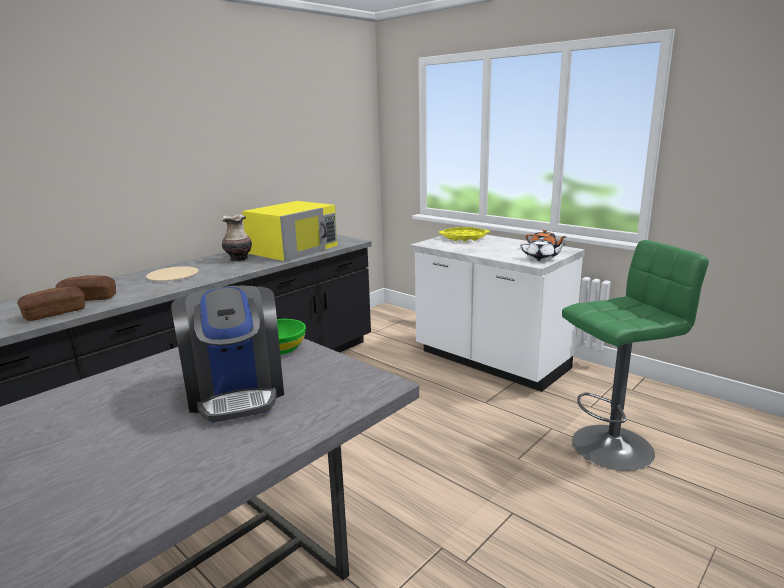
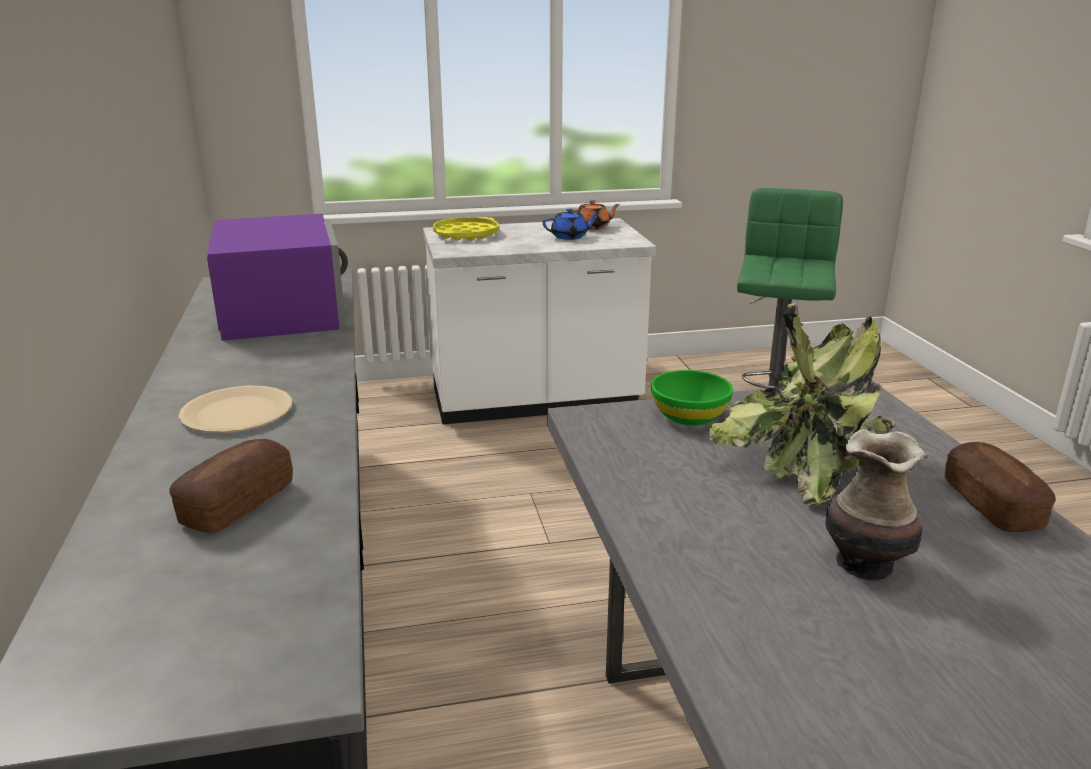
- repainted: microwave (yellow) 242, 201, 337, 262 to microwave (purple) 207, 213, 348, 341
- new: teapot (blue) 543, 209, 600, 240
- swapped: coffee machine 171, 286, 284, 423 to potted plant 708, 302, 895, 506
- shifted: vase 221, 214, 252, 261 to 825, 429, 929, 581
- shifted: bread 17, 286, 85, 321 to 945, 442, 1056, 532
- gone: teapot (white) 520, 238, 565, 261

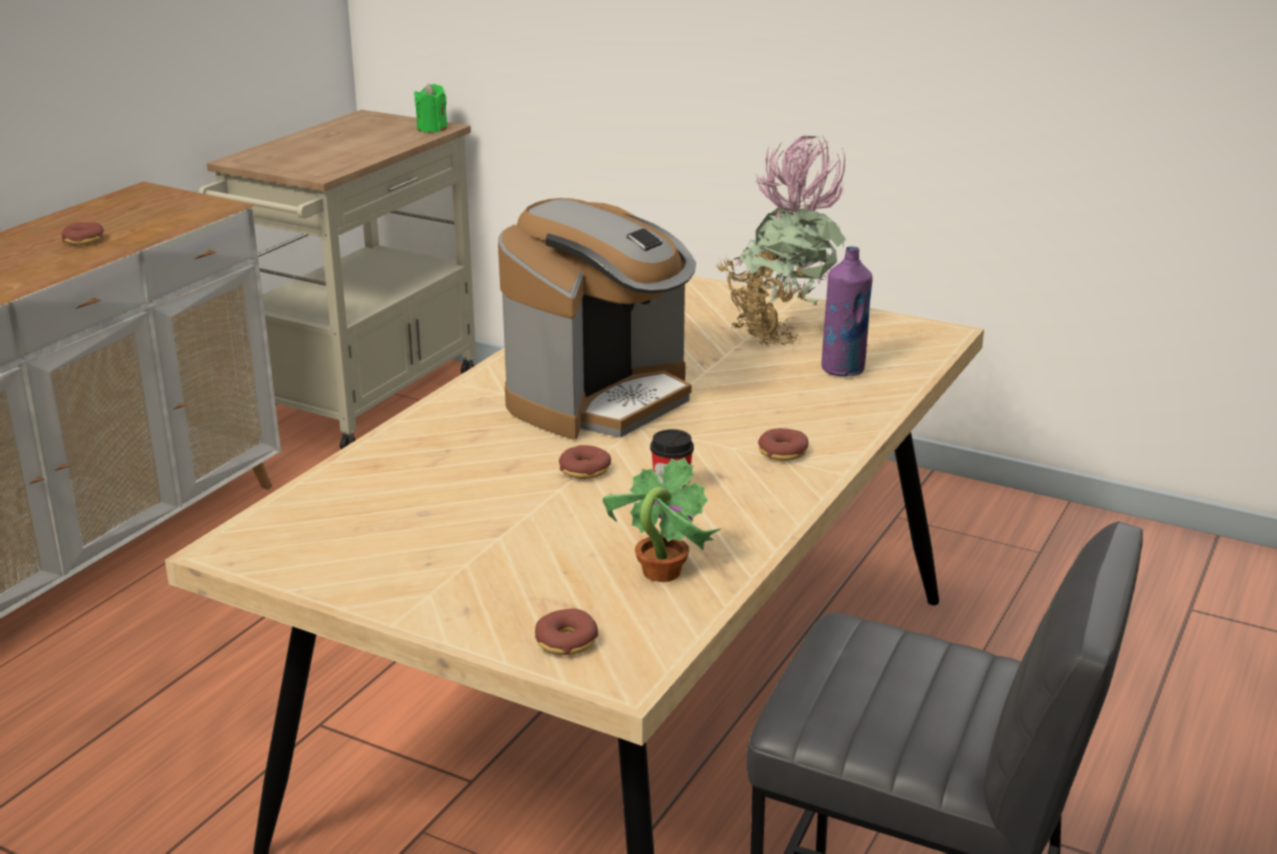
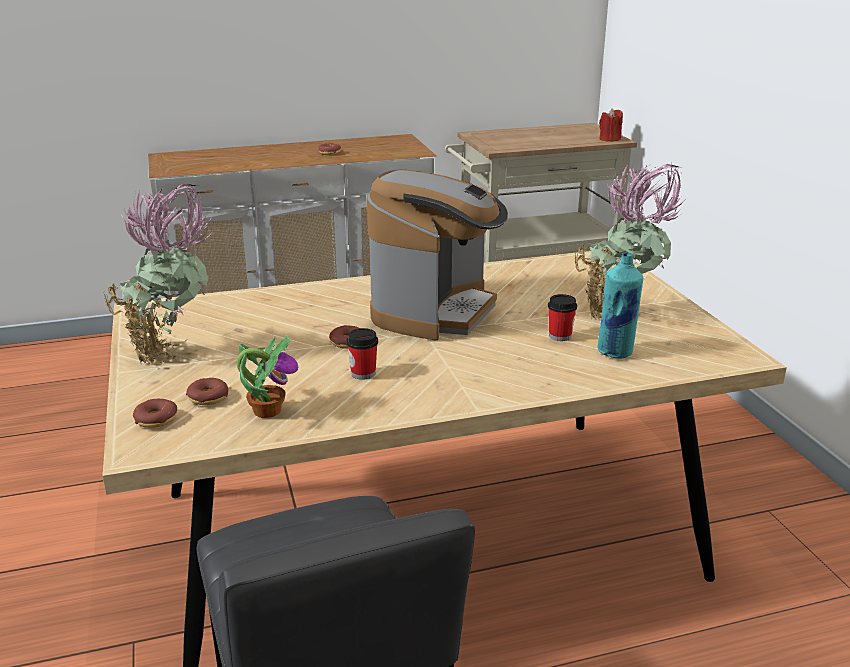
- new: potted plant 104, 184, 211, 365
- shifted: donut 758, 428, 809, 461 to 186, 378, 228, 405
- rotated: coffee machine 498, 198, 696, 439 = 367, 170, 508, 340 60 degrees counterclockwise
- new: cup 548, 294, 577, 341
- repainted: bottle (purple) 821, 246, 873, 376 to bottle (turquoise) 598, 252, 643, 358
- repainted: candle (green) 414, 84, 448, 132 to candle (red) 599, 108, 623, 142

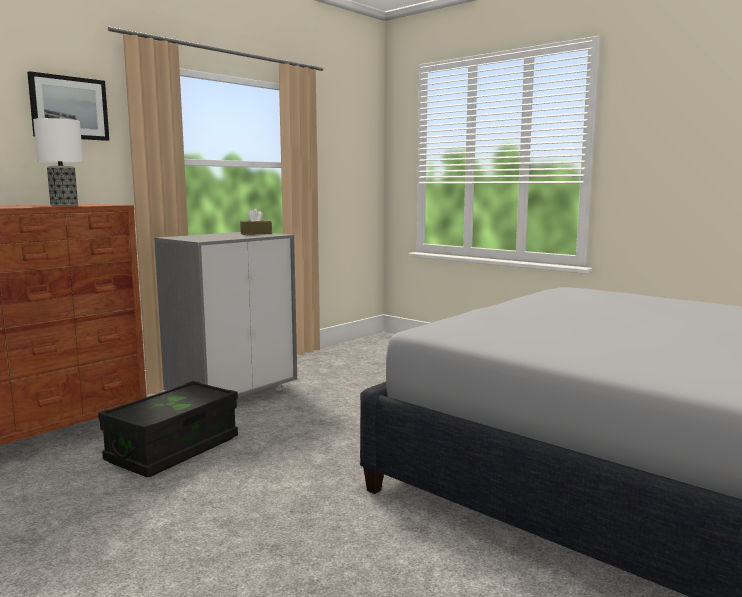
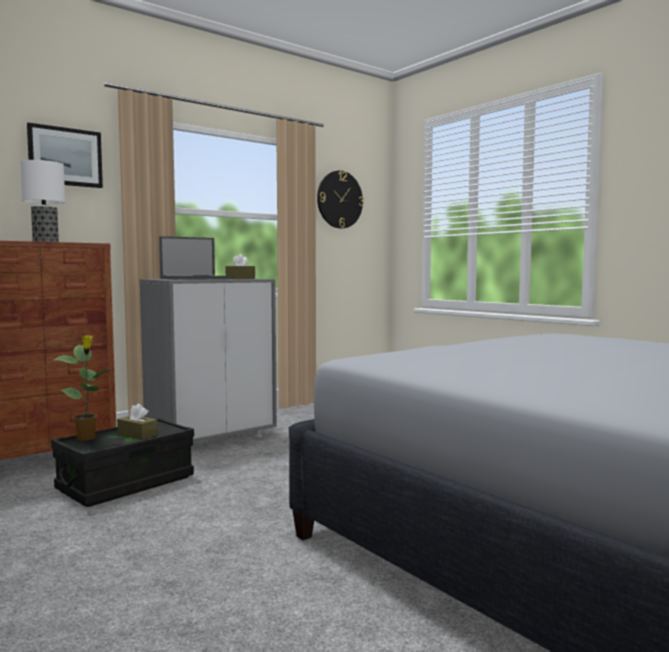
- new: potted plant 53, 335, 114, 441
- new: tissue box (brown) 117, 403, 158, 440
- new: laptop 159, 236, 230, 280
- new: wall clock 317, 171, 364, 228

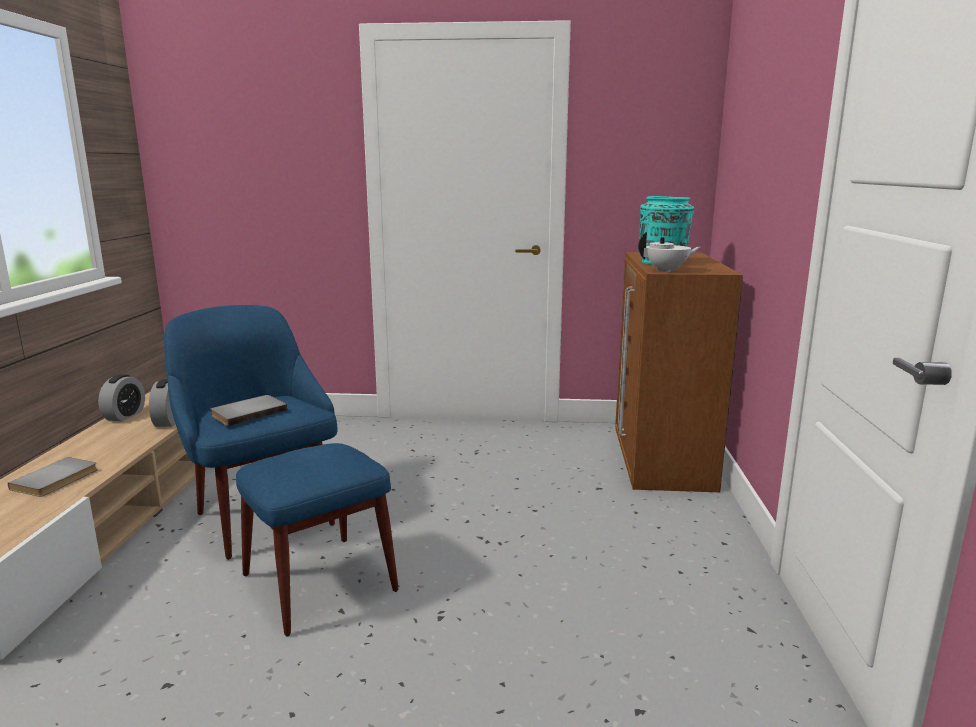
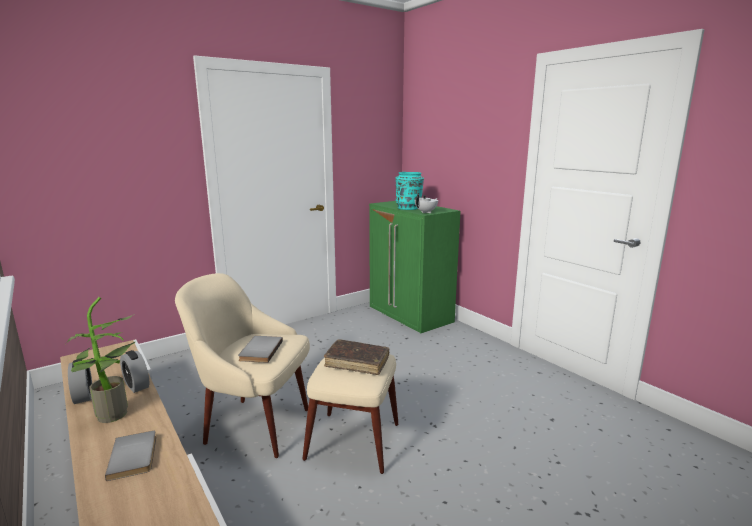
- new: potted plant 66, 297, 135, 423
- repainted: armchair (blue) 164, 305, 398, 636 to armchair (beige) 175, 273, 398, 474
- new: book (brown) 324, 339, 390, 375
- repainted: cabinet (brown) 615, 252, 743, 492 to cabinet (green) 369, 201, 461, 333

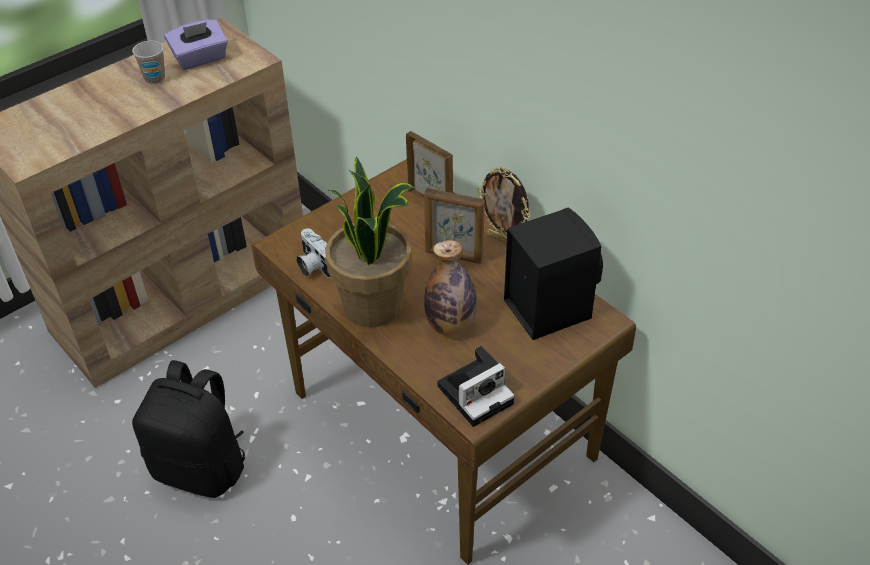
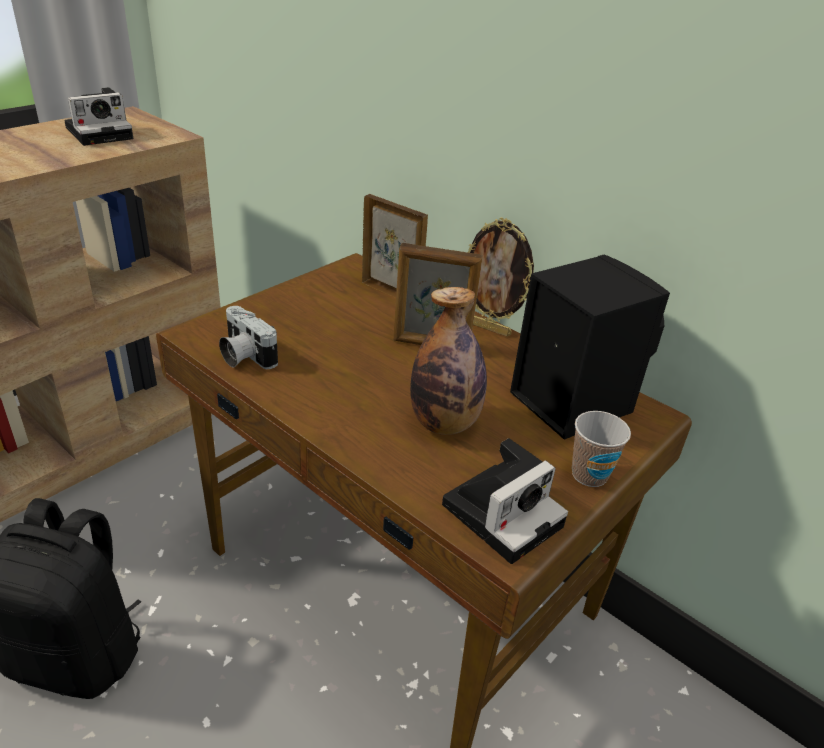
- swapped: tissue box (purple) 164, 19, 228, 70 to photo camera 64, 87, 133, 146
- shifted: cup 132, 41, 165, 84 to 572, 411, 631, 487
- gone: potted plant 325, 156, 416, 327

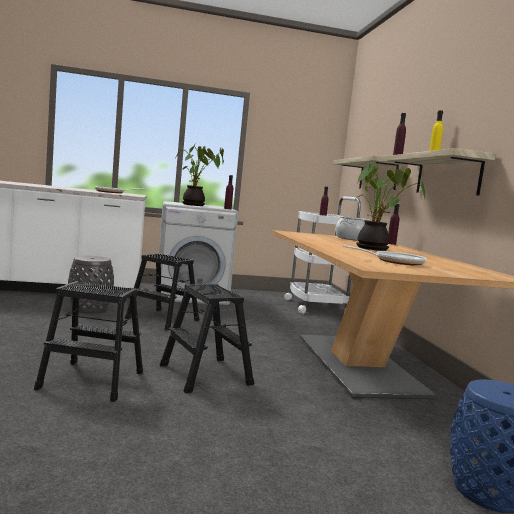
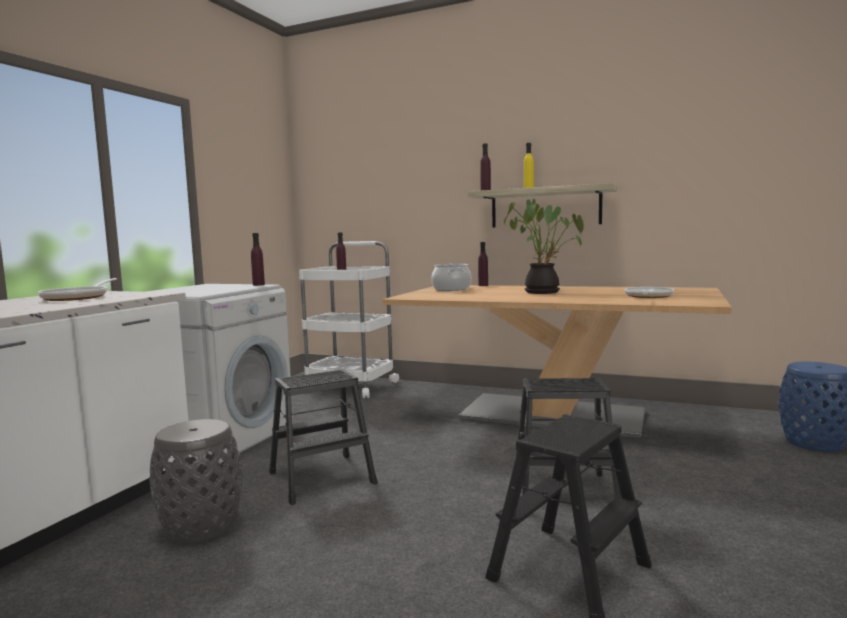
- gone: potted plant 176, 144, 224, 206
- gone: shelf 333, 156, 402, 190

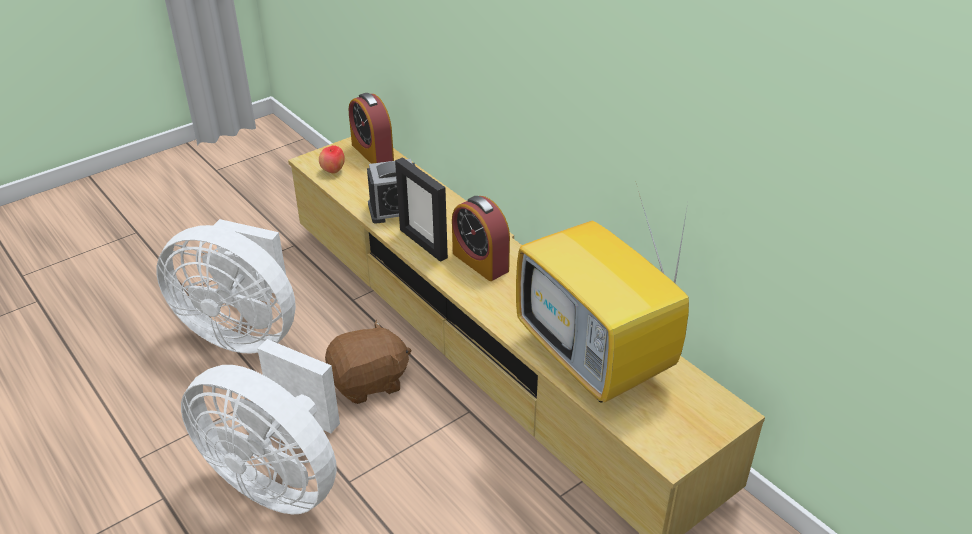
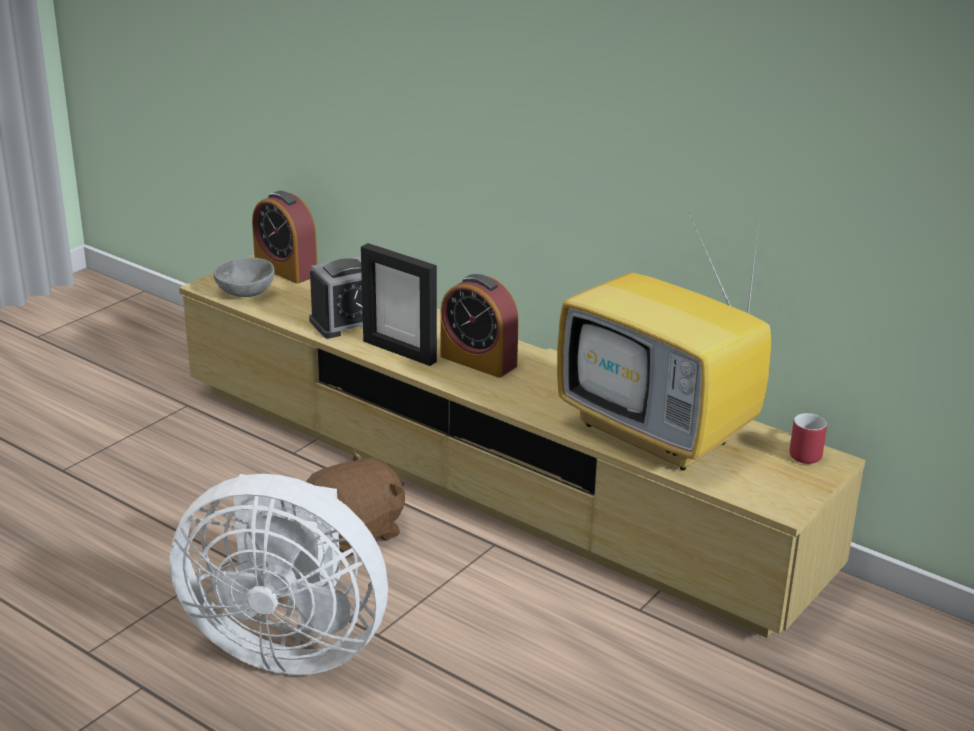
- swapped: apple 319, 145, 345, 174 to bowl (grey) 214, 257, 275, 297
- new: mug (red) 790, 413, 827, 464
- gone: fan (white) 156, 219, 296, 354

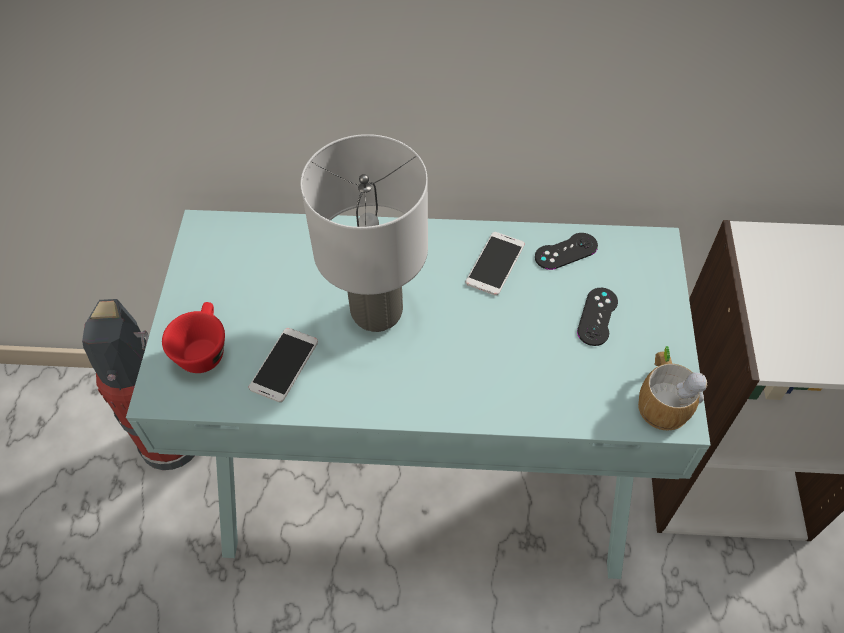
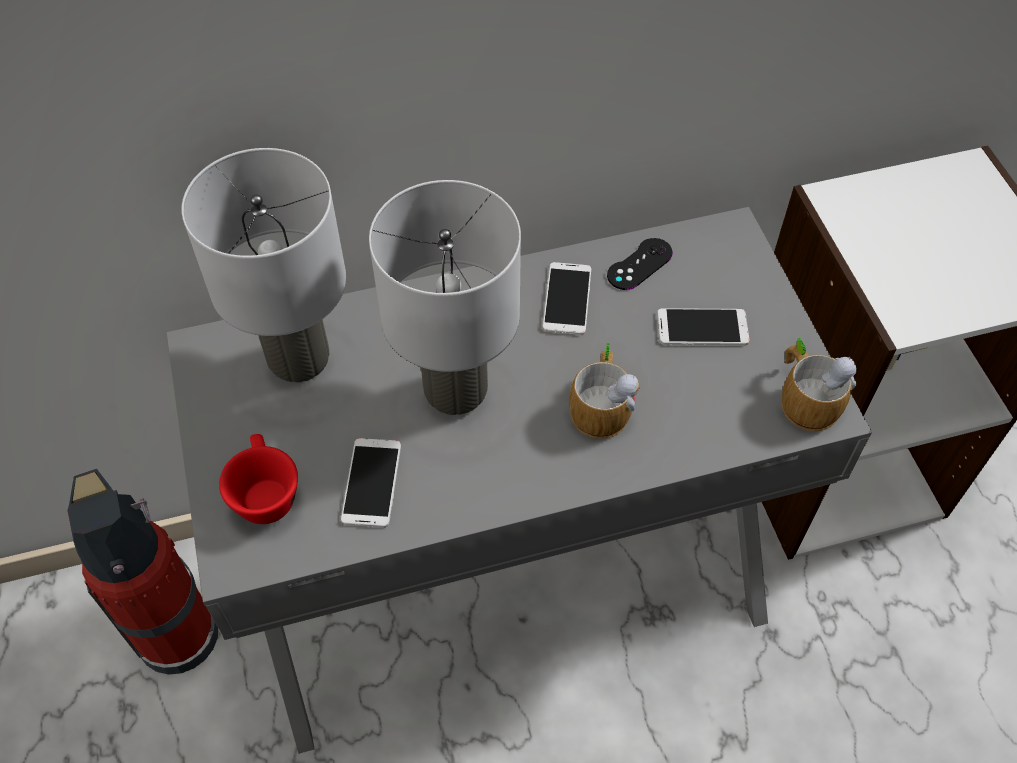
- repainted: desk (turquoise) 126, 210, 710, 579 to desk (grey) 166, 207, 872, 754
- new: table lamp (white) 181, 148, 346, 382
- new: mug 569, 343, 640, 439
- swapped: game controller (black) 577, 288, 618, 346 to phone 657, 308, 750, 345

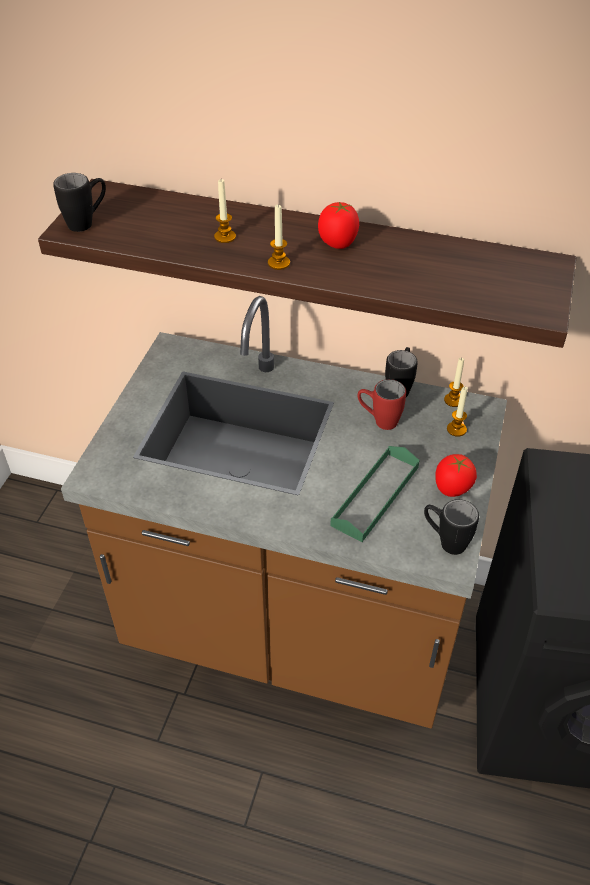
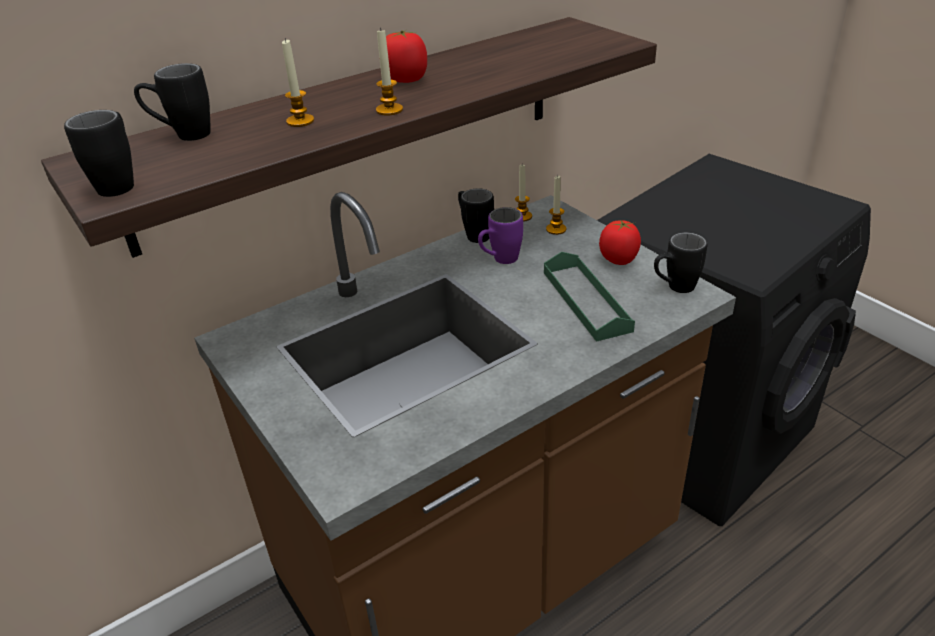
- new: mug (black) 134, 63, 210, 141
- repainted: mug (red) 358, 379, 406, 430 to mug (purple) 478, 207, 523, 264

